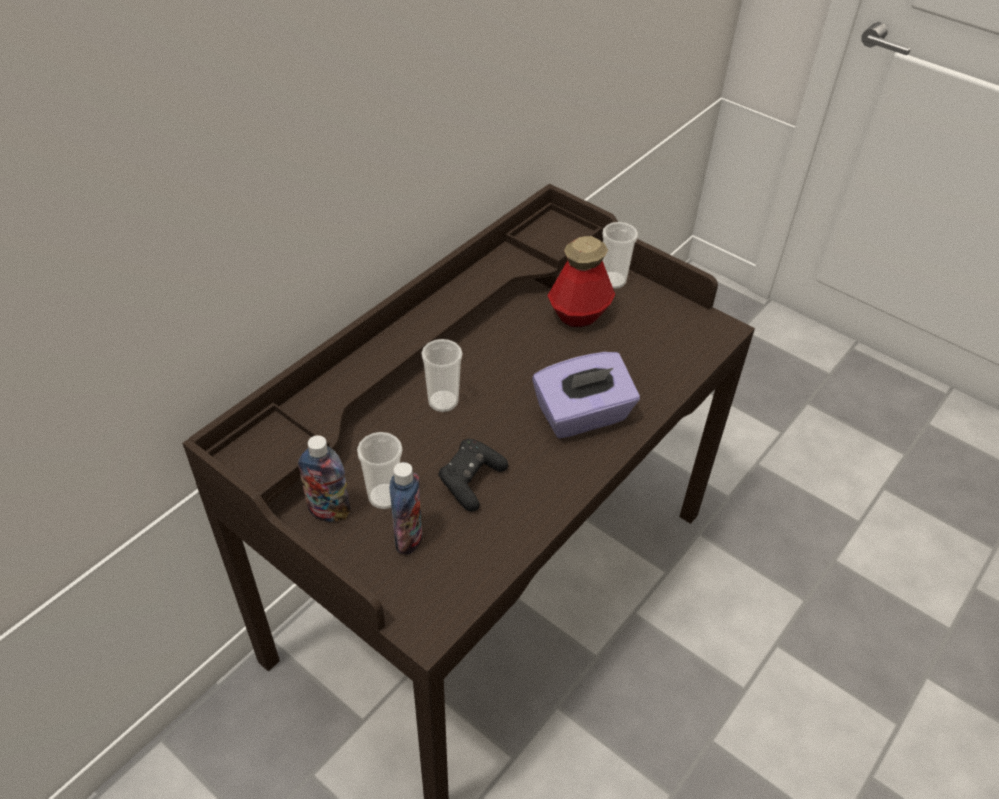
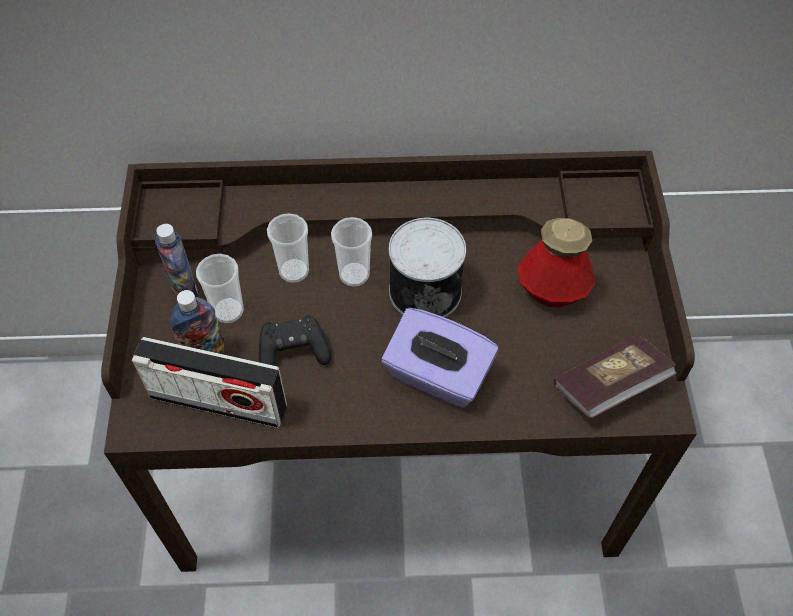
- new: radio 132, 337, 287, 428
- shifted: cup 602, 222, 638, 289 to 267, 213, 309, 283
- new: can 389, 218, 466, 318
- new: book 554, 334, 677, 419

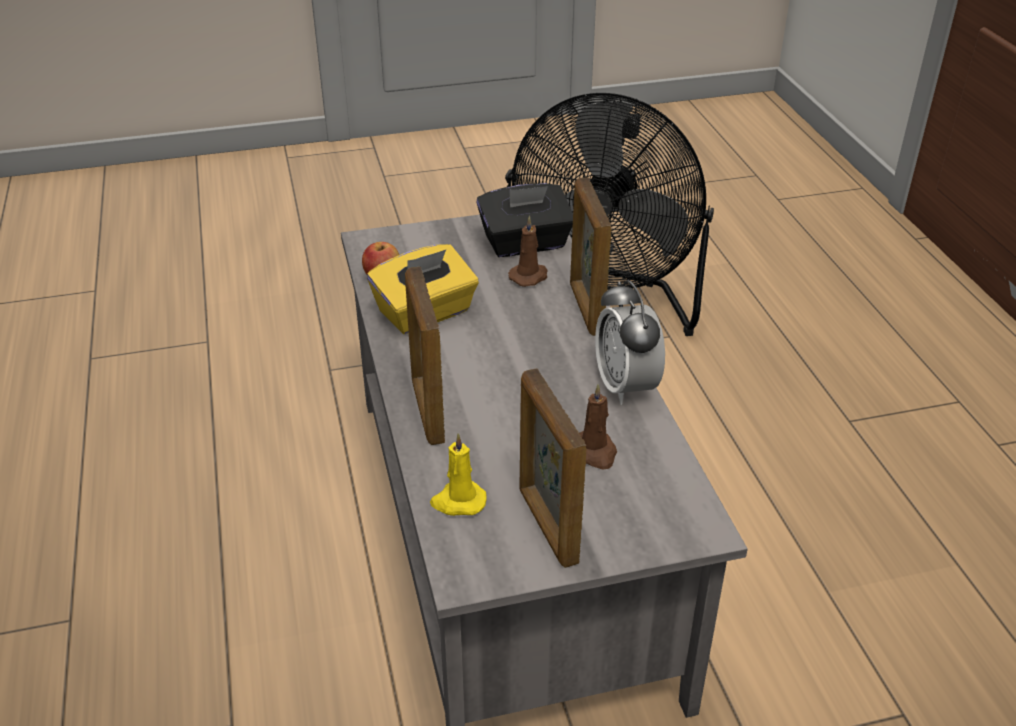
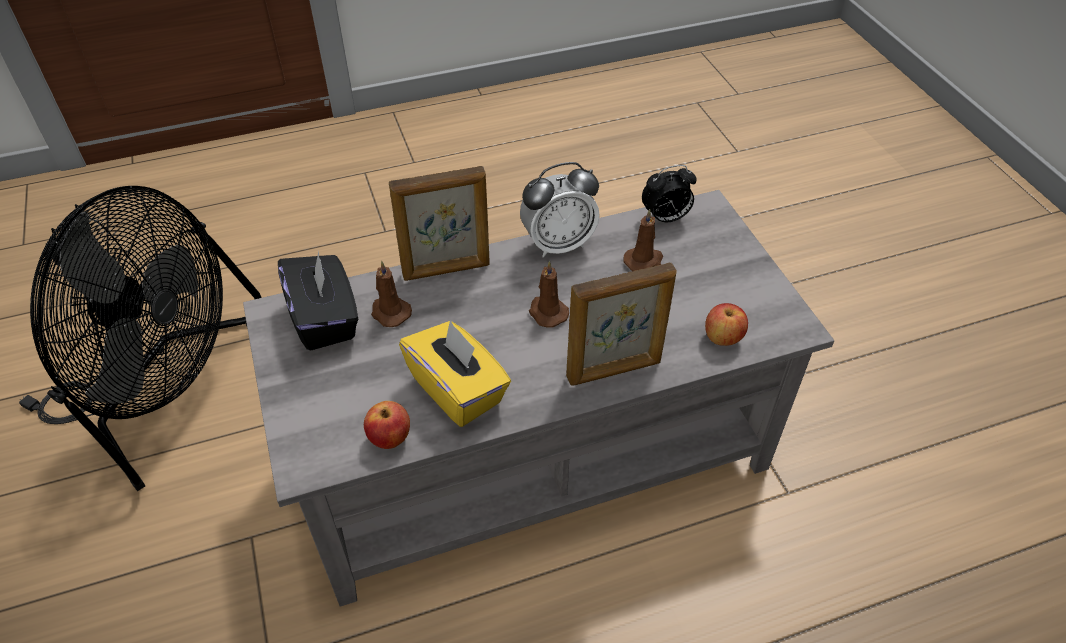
- new: candle (brown) 529, 260, 569, 328
- new: alarm clock 642, 165, 697, 222
- swapped: candle (yellow) 430, 433, 487, 516 to apple 705, 303, 748, 346
- gone: picture frame 519, 369, 587, 568

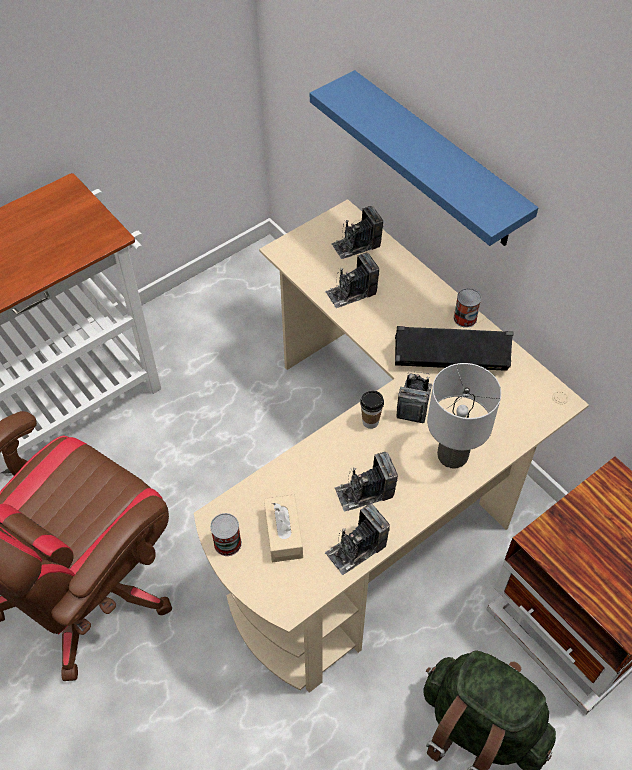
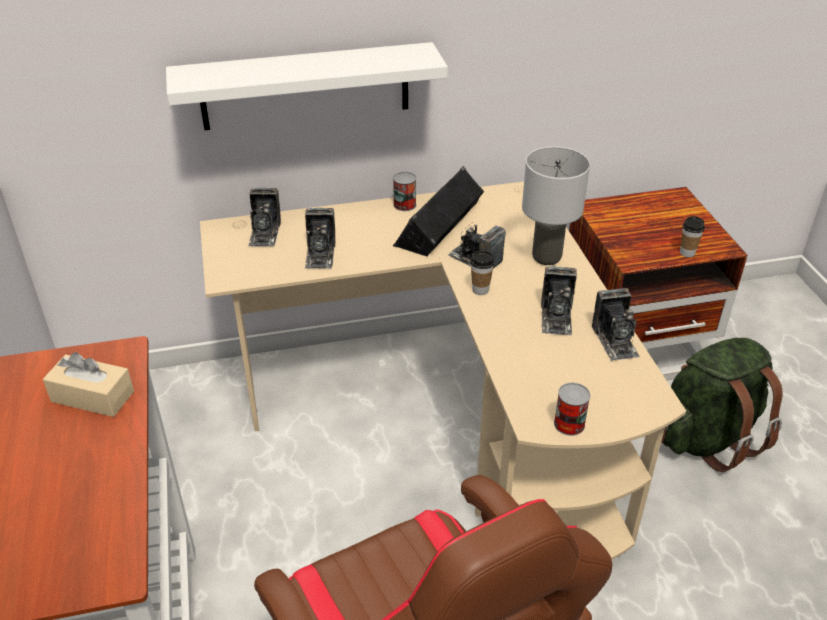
- shifted: tissue box (beige) 264, 495, 303, 562 to 43, 352, 134, 417
- repainted: shelf (blue) 310, 70, 538, 246 to shelf (white) 166, 42, 448, 131
- new: cup 680, 216, 705, 257

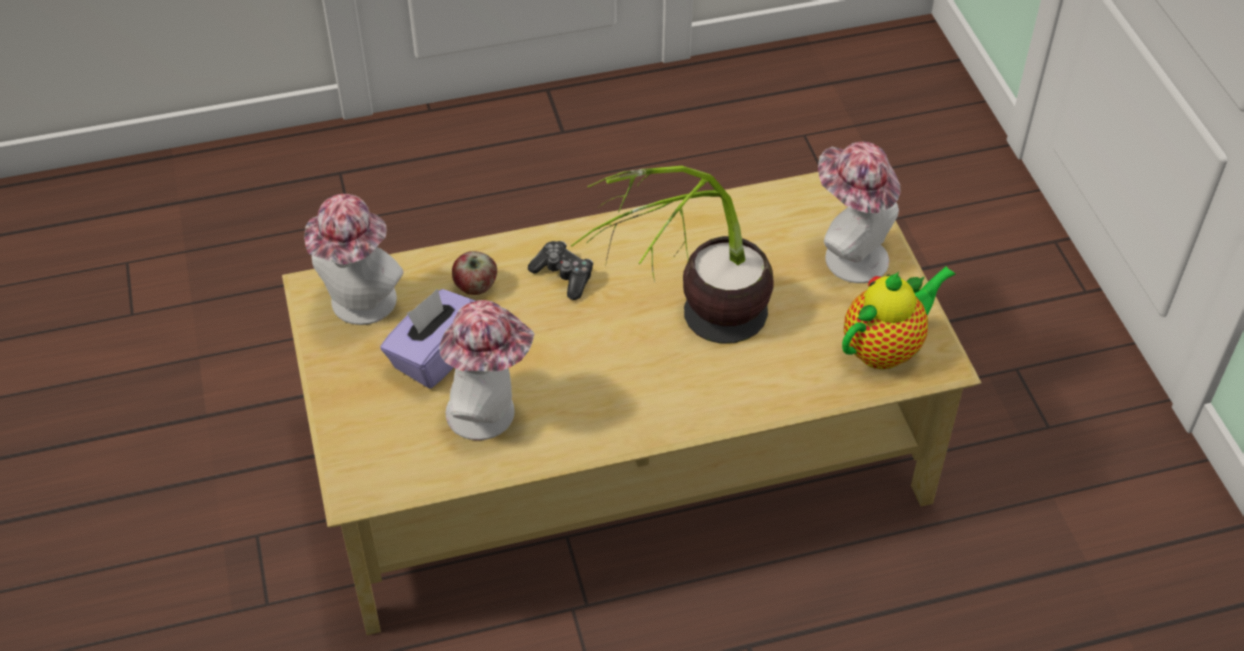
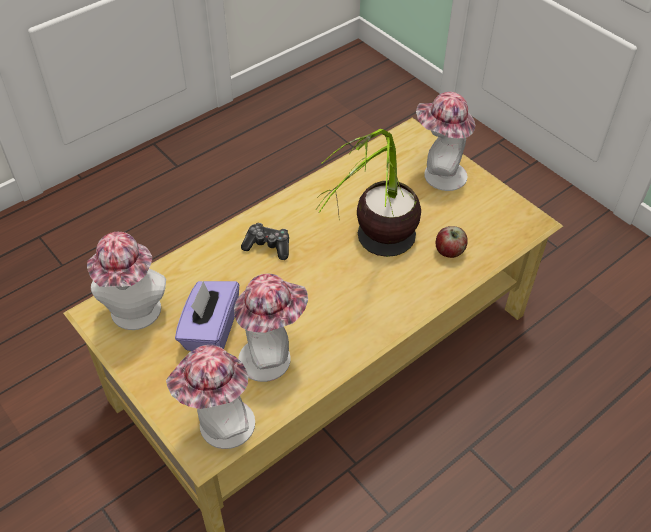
- new: hat 166, 345, 255, 449
- shifted: apple 452, 251, 497, 295 to 435, 226, 468, 258
- gone: teapot 842, 266, 955, 369

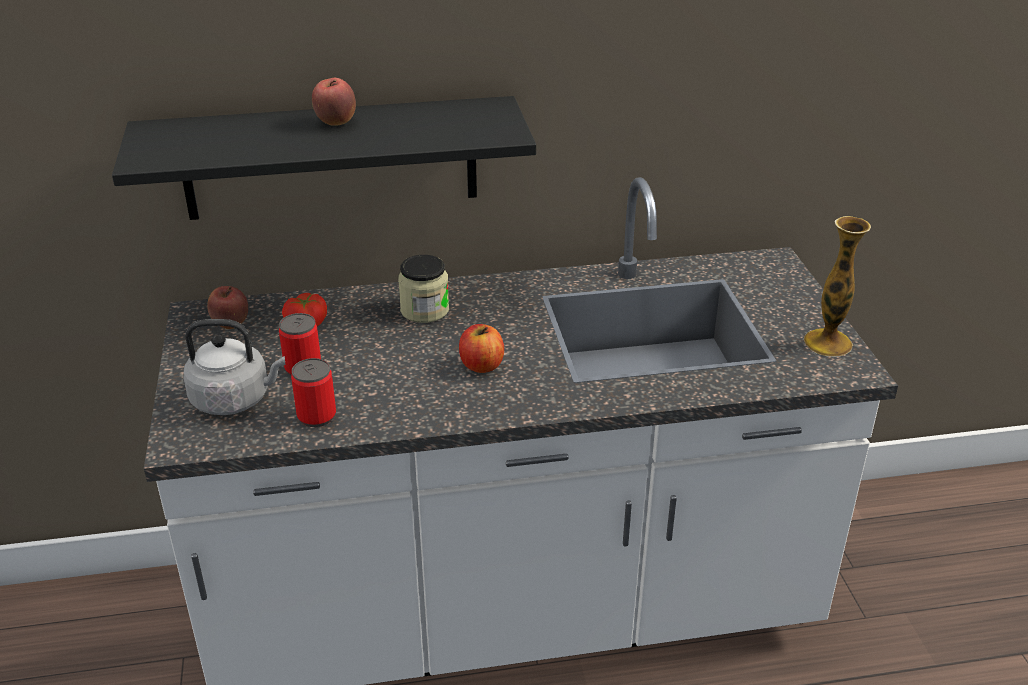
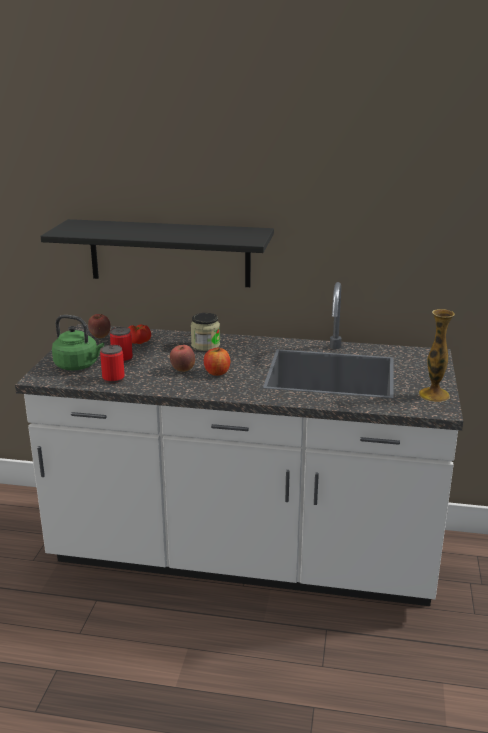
- repainted: kettle (grey) 183, 319, 286, 415 to kettle (green) 52, 315, 104, 370
- shifted: apple 312, 78, 356, 126 to 170, 345, 195, 372

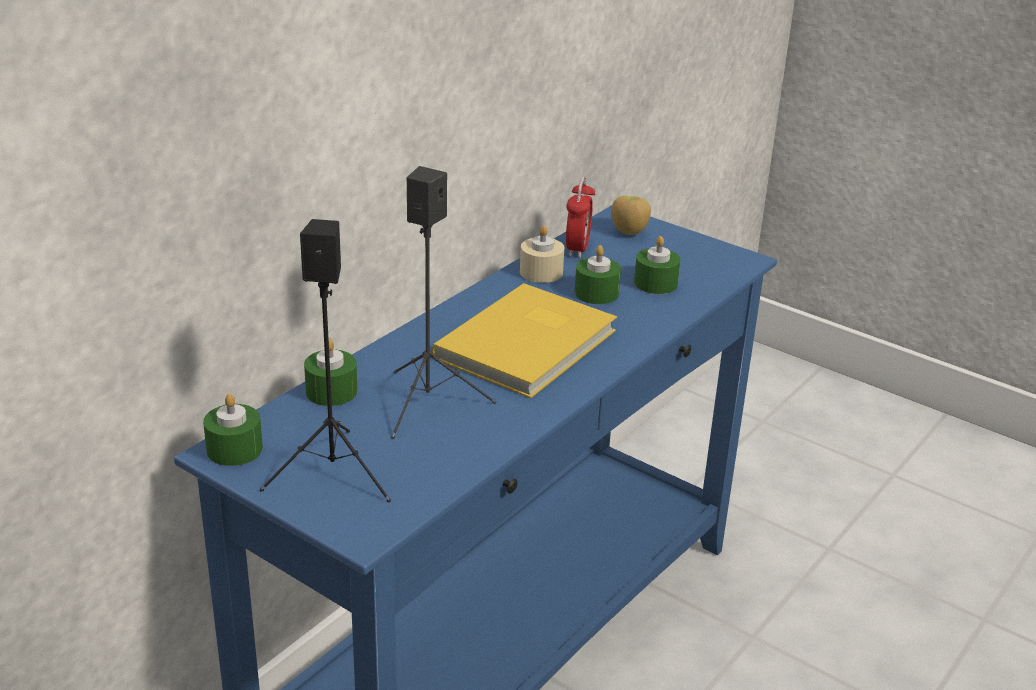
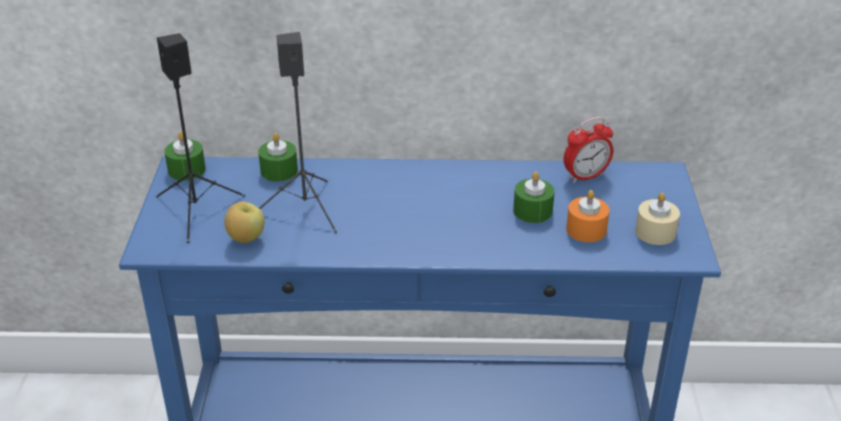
- shifted: apple 611, 196, 651, 235 to 224, 202, 265, 243
- repainted: candle (green) 634, 236, 681, 294 to candle (orange) 566, 190, 610, 242
- shifted: candle (beige) 520, 225, 565, 283 to 635, 193, 680, 245
- gone: book (yellow) 432, 283, 617, 398

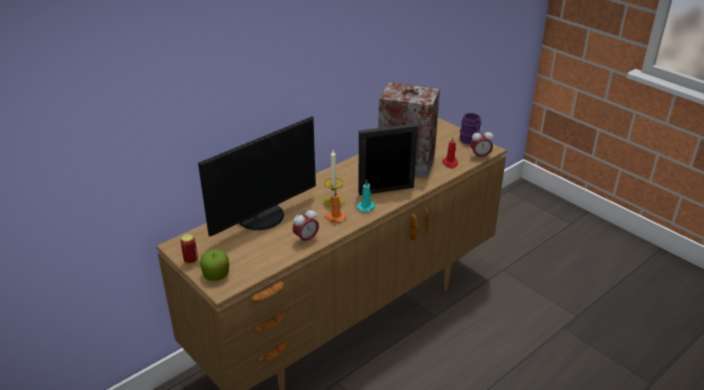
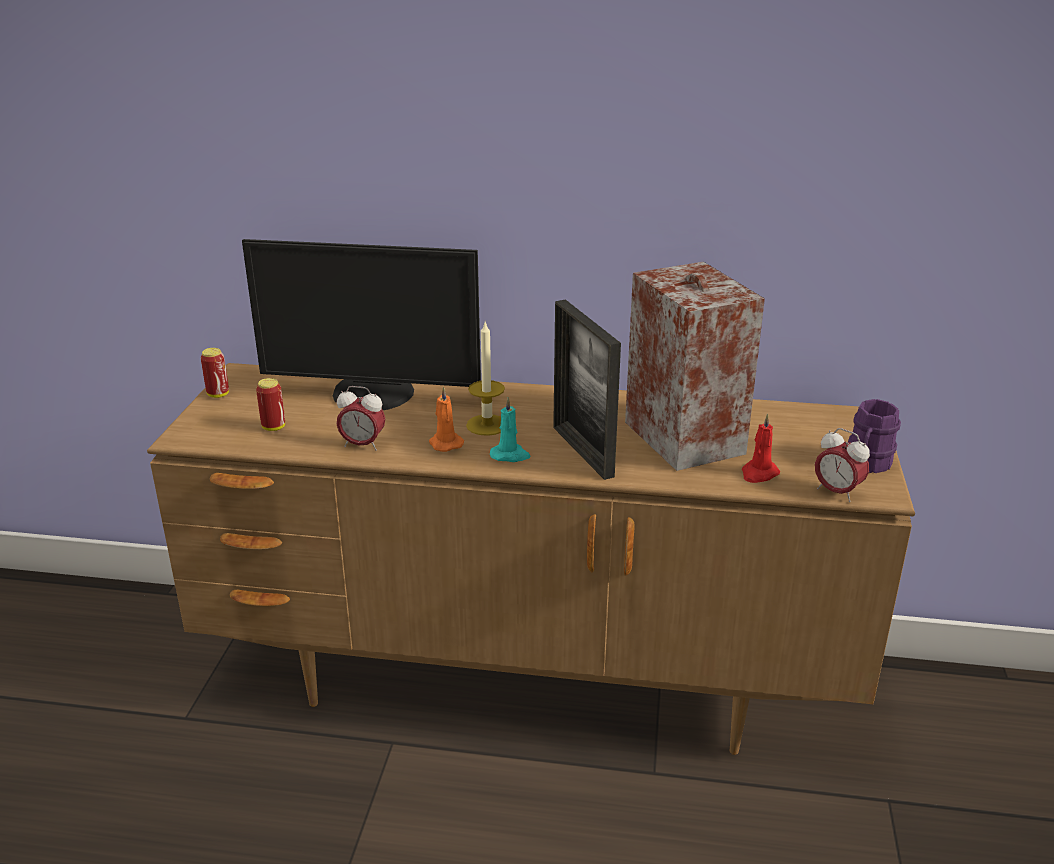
- new: can 256, 378, 285, 431
- rotated: picture frame 358, 124, 417, 195 = 553, 300, 621, 480 150 degrees counterclockwise
- gone: apple 200, 249, 229, 281

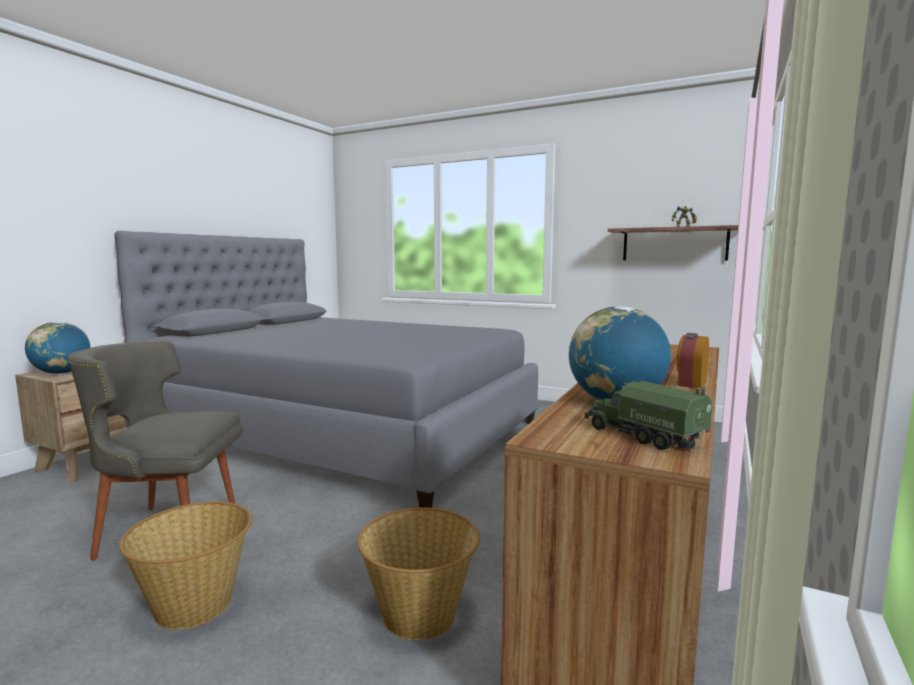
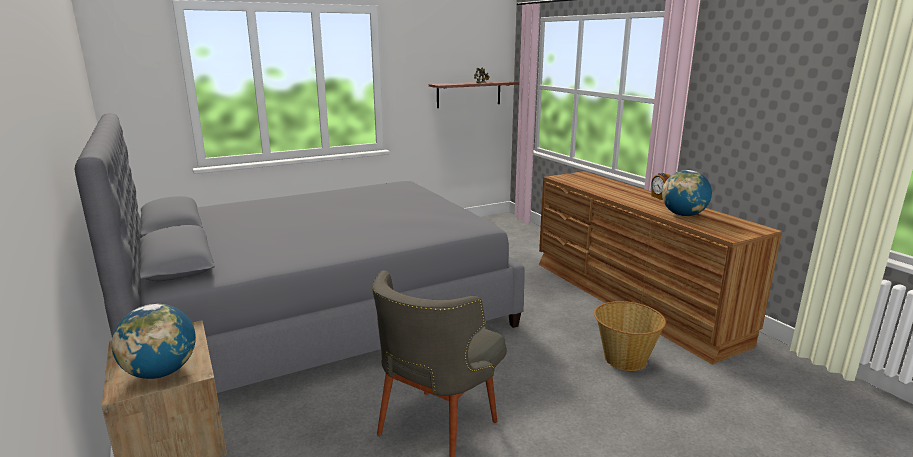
- gone: basket 119, 501, 252, 630
- gone: toy truck 585, 381, 713, 450

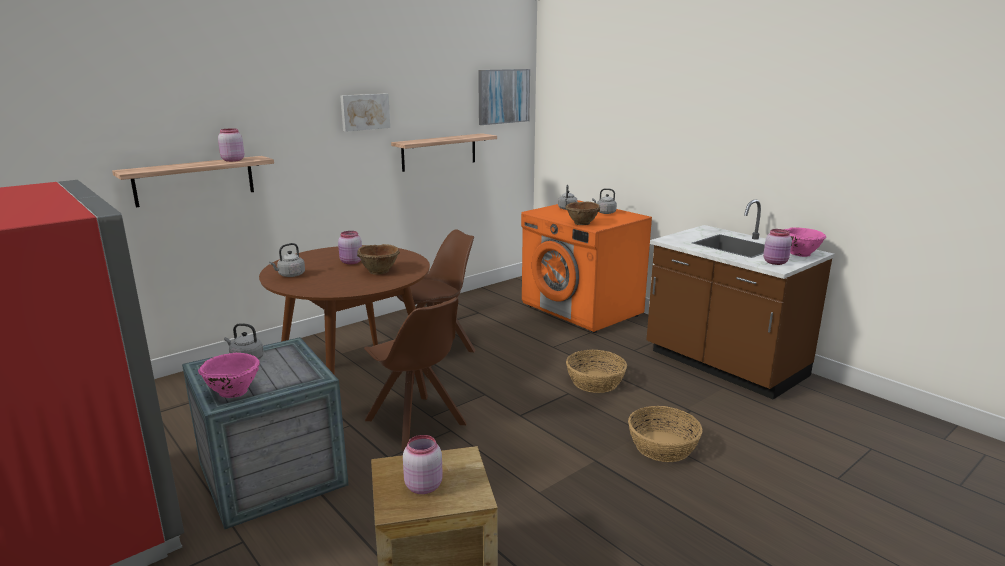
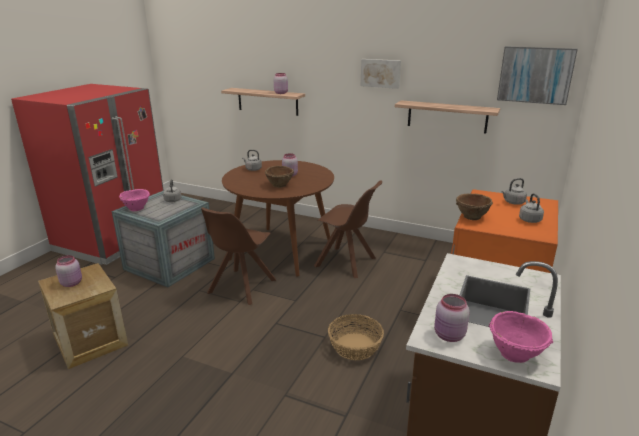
- gone: basket 628, 406, 703, 462

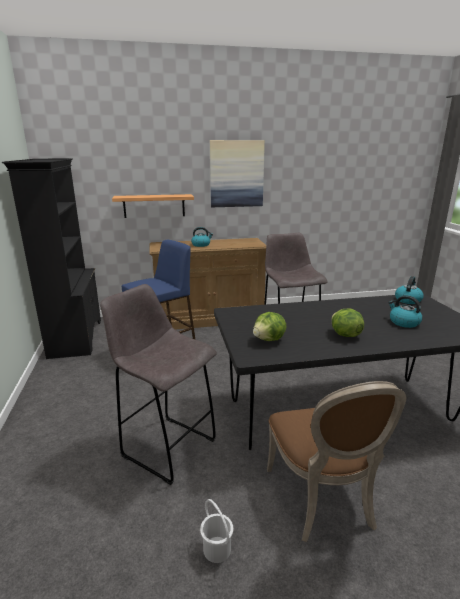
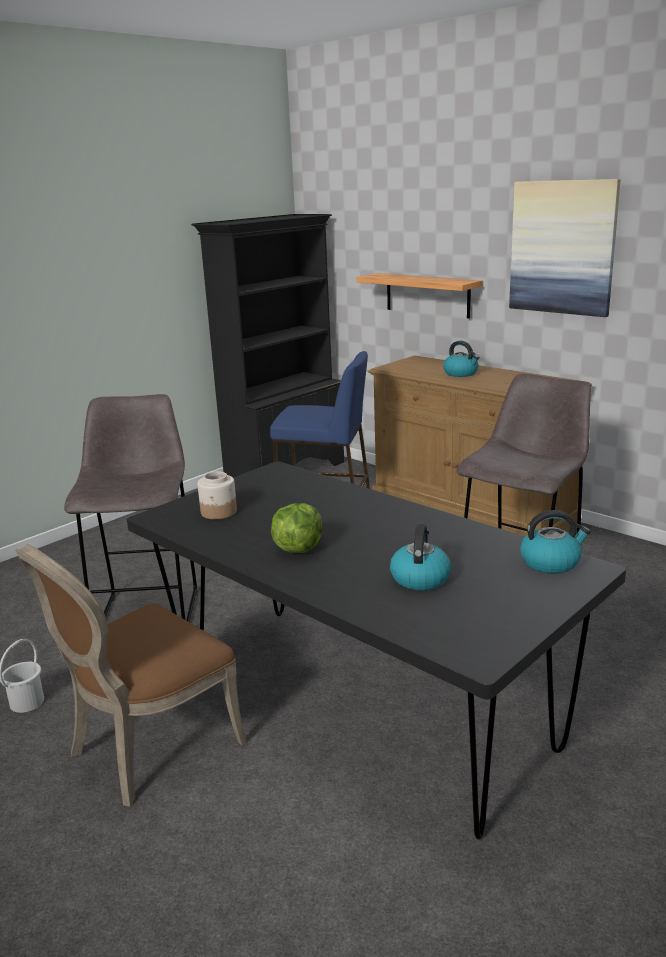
- swapped: lettuce 253, 312, 287, 341 to jar 197, 471, 237, 519

